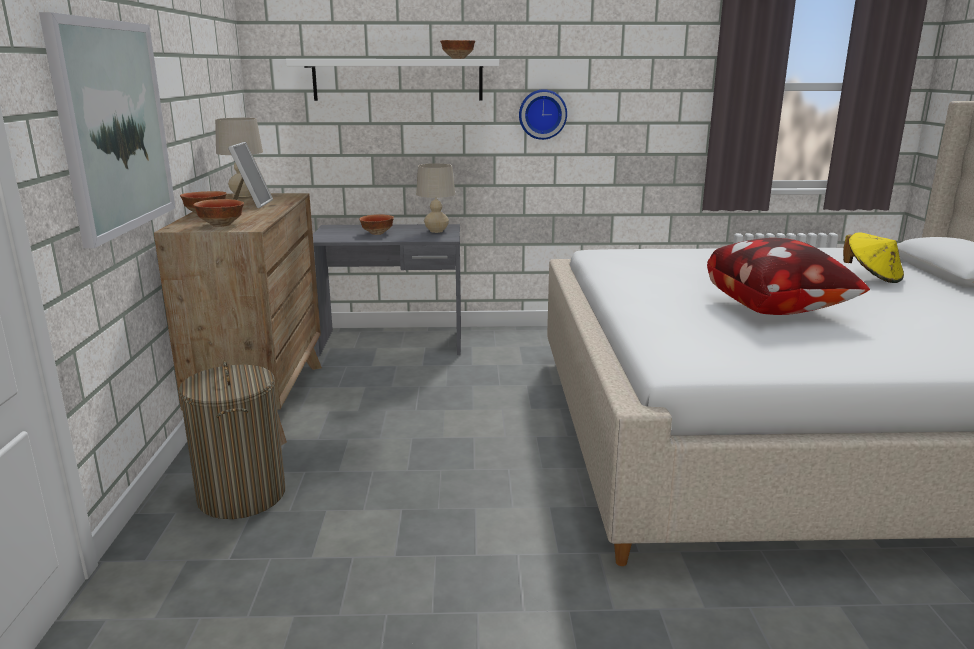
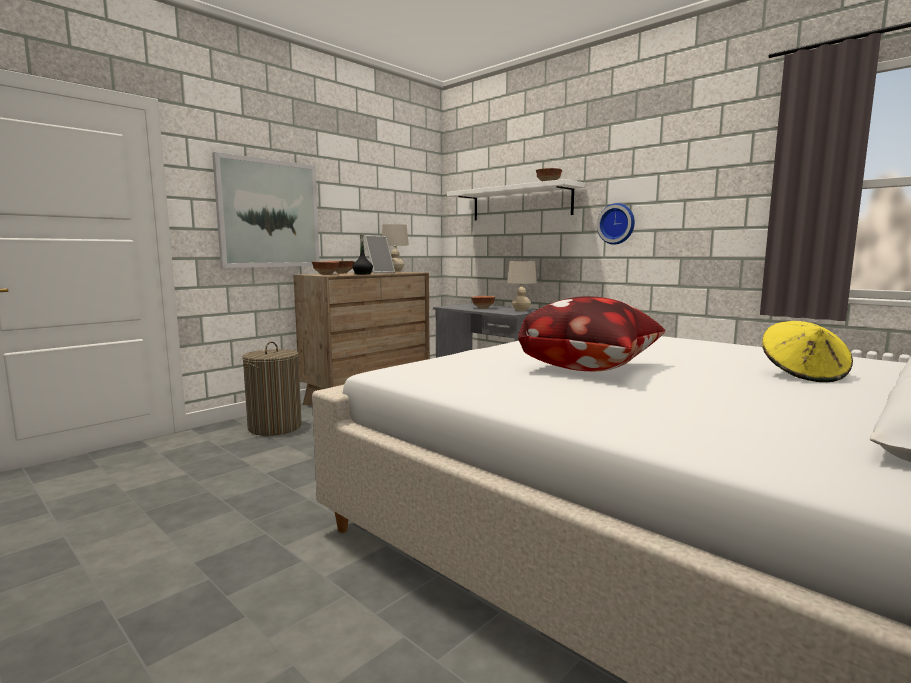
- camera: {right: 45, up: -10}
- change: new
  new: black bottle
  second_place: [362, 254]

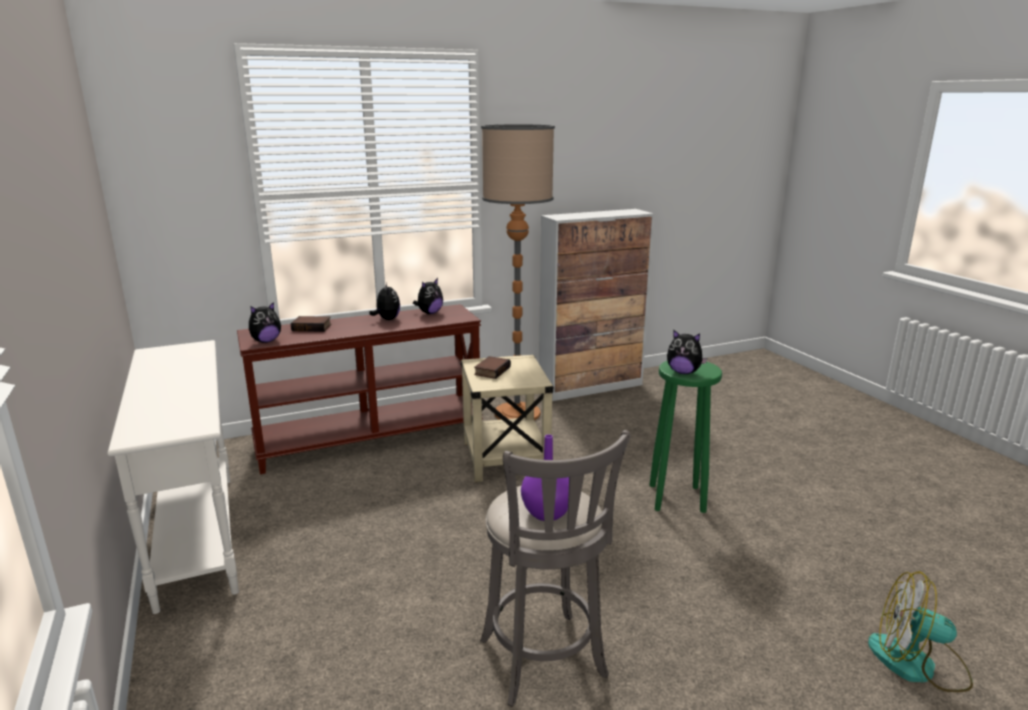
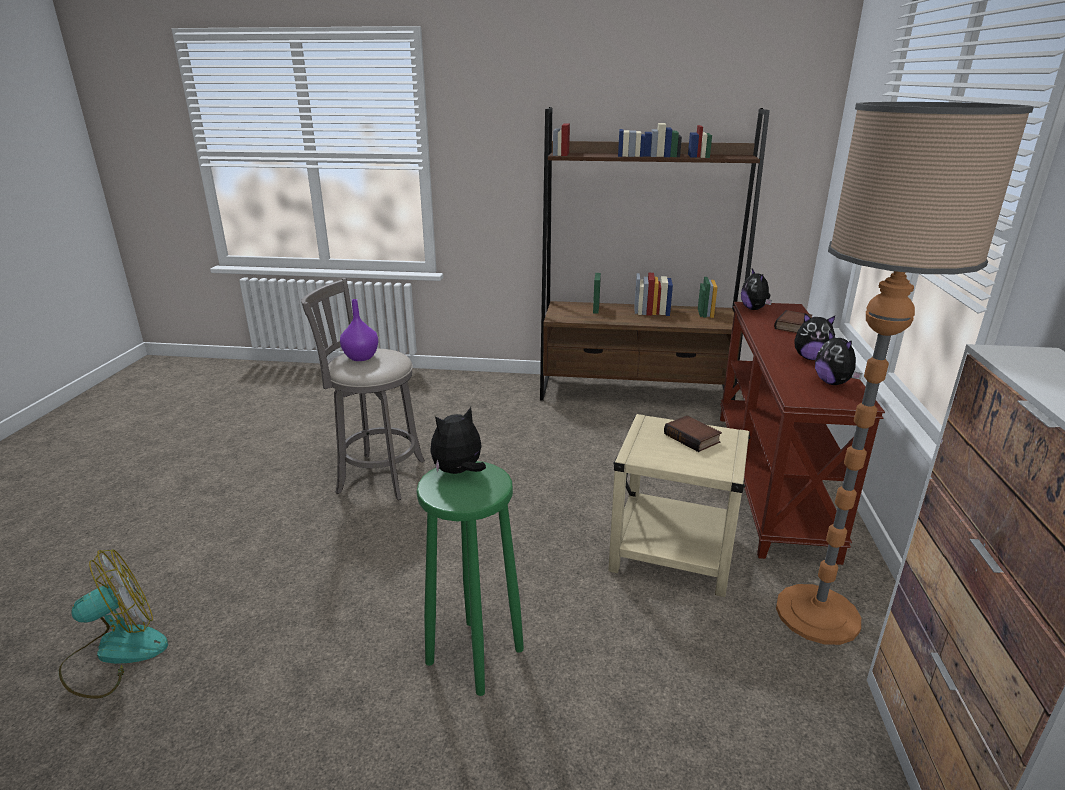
- camera: {right: 120, up: 5}
- change: swapped
  old: white console table
  new: brown bookcase
  first_place: [173, 477]
  second_place: [655, 254]

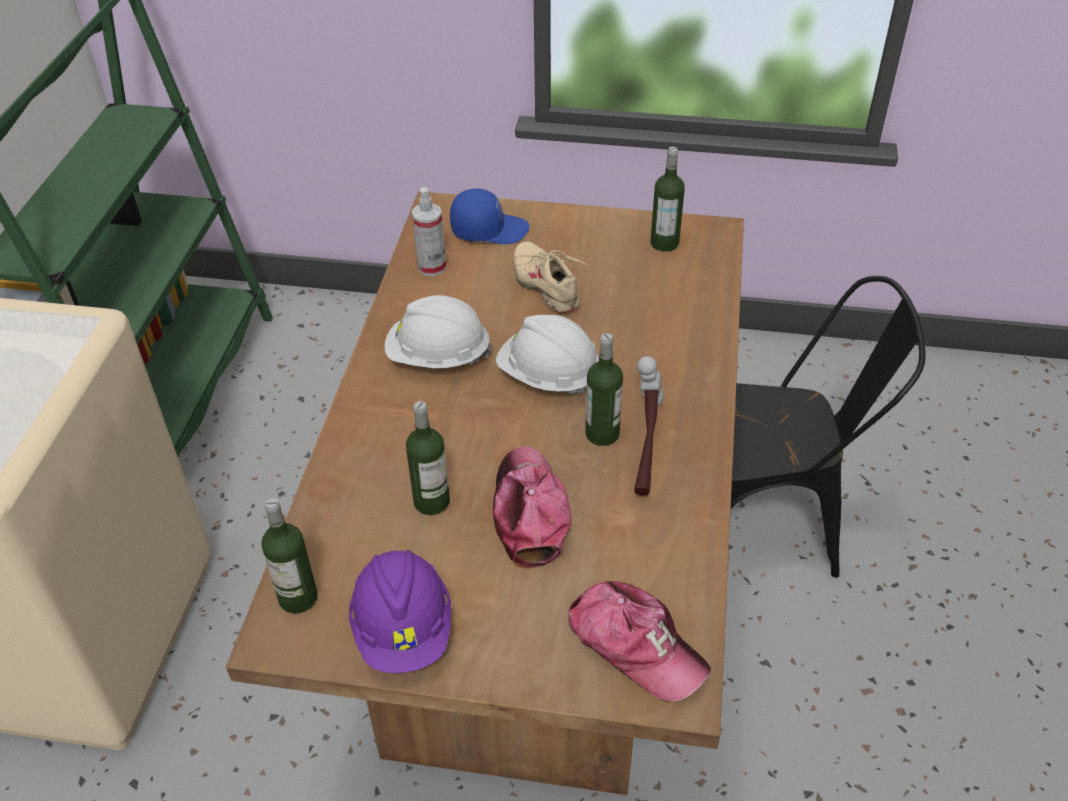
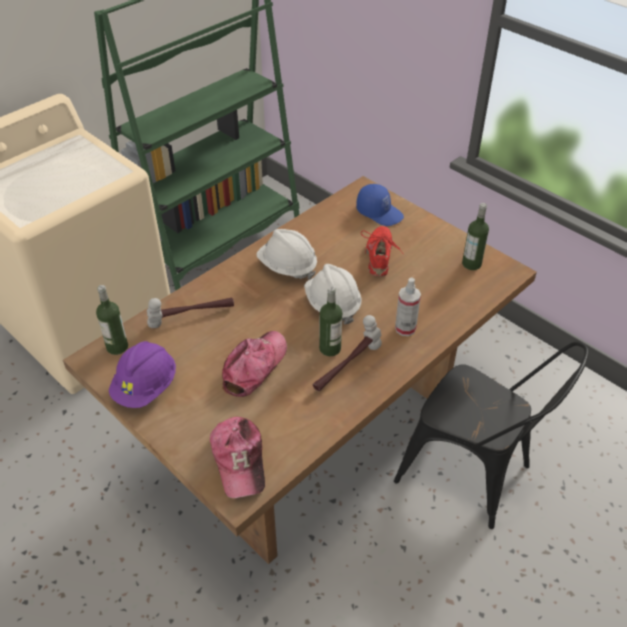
- camera: {right: 35, up: 0}
- change: gone
  old: bottle
  first_place: [428, 458]
- change: shifted
  old: spray bottle
  first_place: [429, 231]
  second_place: [408, 306]
- change: repainted
  old: beige shoe
  new: red shoe
  first_place: [550, 277]
  second_place: [382, 251]
- change: new
  new: hammer
  second_place: [190, 313]

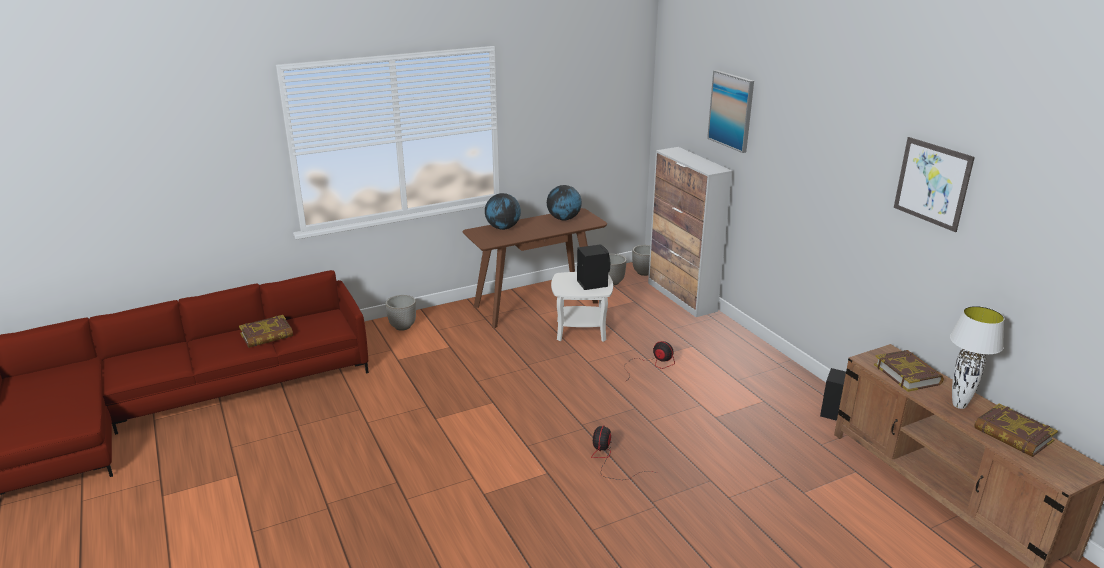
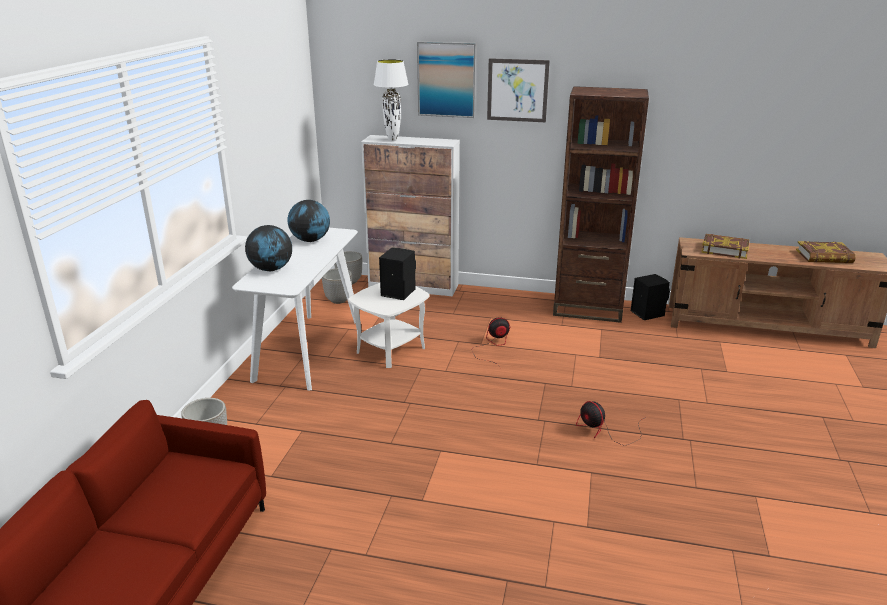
- camera: {right: -50, up: 0}
- change: gone
  old: book
  first_place: [266, 331]
- change: repainted
  old: brown console table
  new: white console table
  first_place: [535, 268]
  second_place: [295, 309]
- change: shifted
  old: picture
  first_place: [934, 184]
  second_place: [518, 90]
- change: shifted
  old: white table lamp
  first_place: [977, 357]
  second_place: [391, 100]
- change: new
  new: brown bookcase
  second_place: [601, 204]

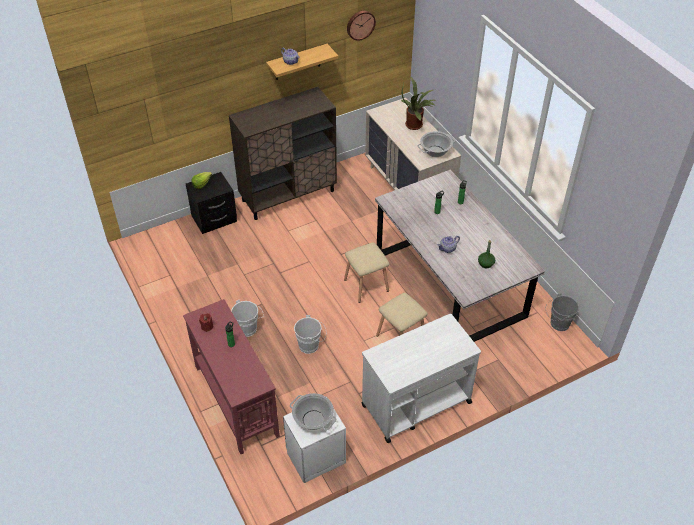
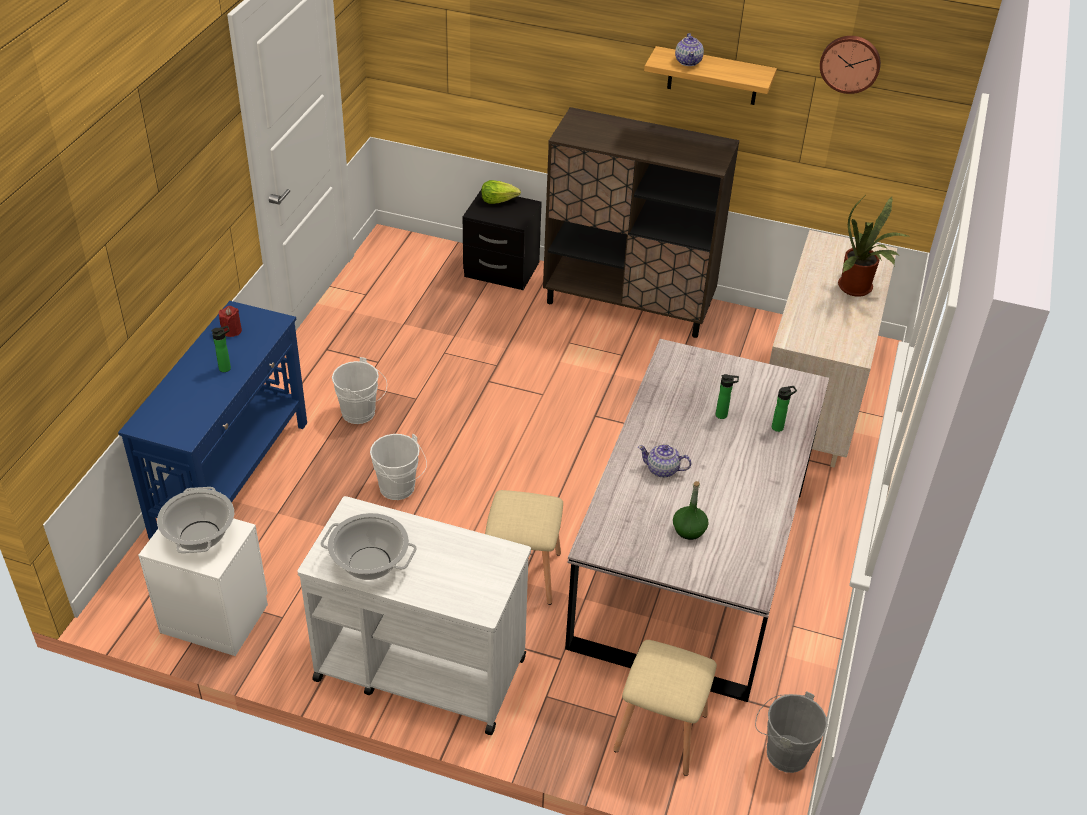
- camera: {right: 45, up: -5}
- change: repainted
  old: red console table
  new: blue console table
  first_place: [231, 376]
  second_place: [212, 420]
- change: shifted
  old: beige stool
  first_place: [366, 273]
  second_place: [665, 708]
- change: shifted
  old: cooking pot
  first_place: [436, 144]
  second_place: [369, 546]

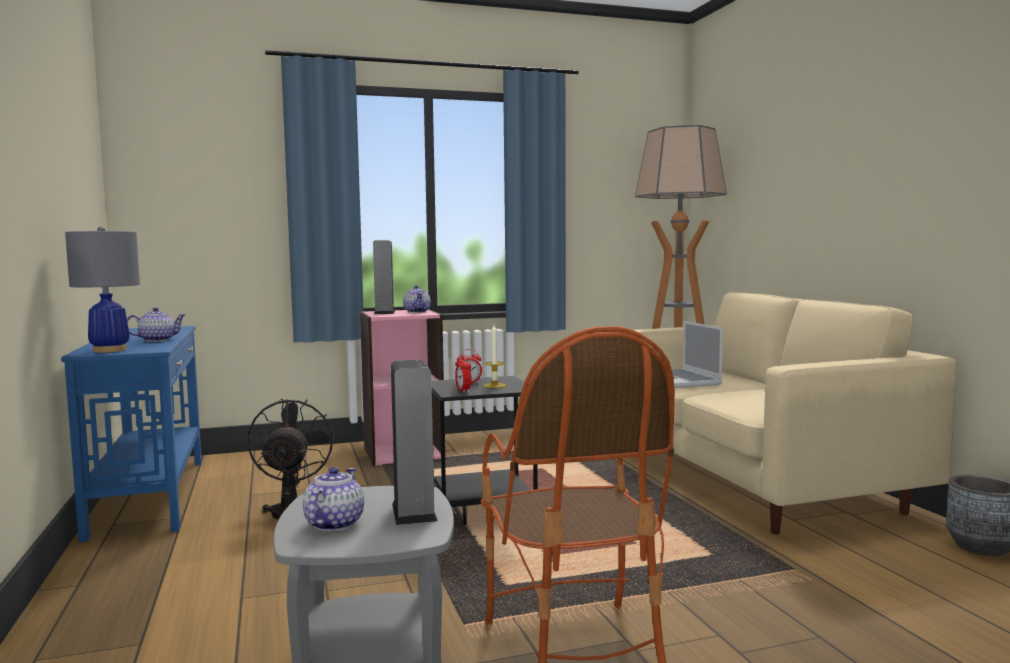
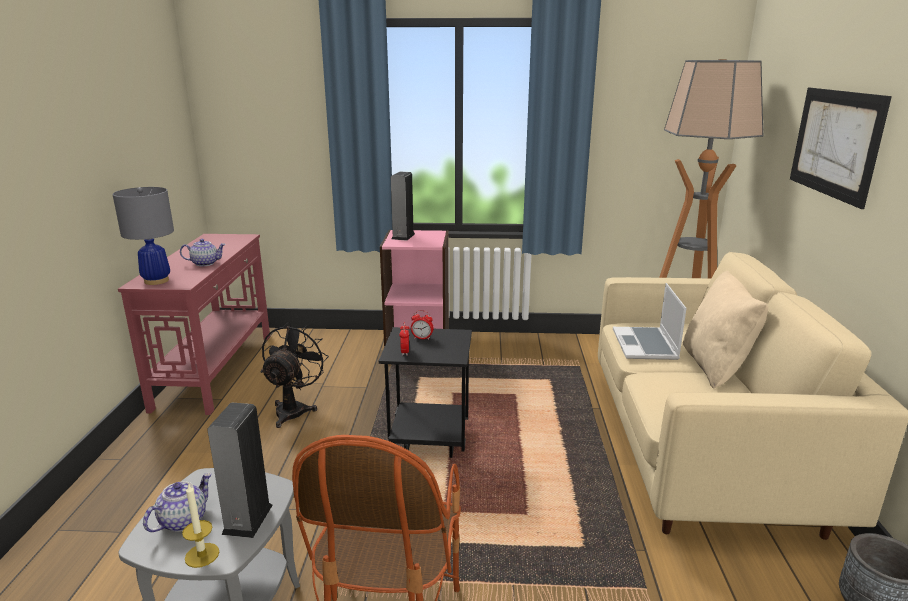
- camera: {right: 20, up: 15}
- change: repainted
  old: blue console table
  new: red console table
  first_place: [131, 434]
  second_place: [194, 324]
- change: gone
  old: teapot
  first_place: [417, 299]
- change: shifted
  old: candle
  first_place: [494, 356]
  second_place: [200, 525]
- change: new
  new: beige pillow
  second_place: [725, 330]
- change: new
  new: picture
  second_place: [841, 148]

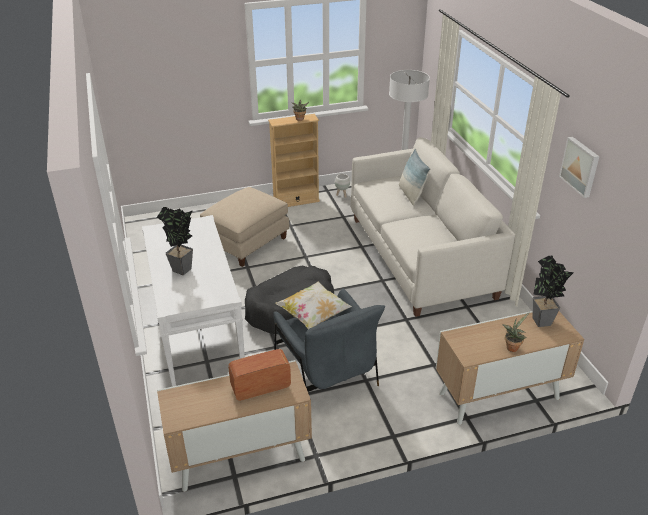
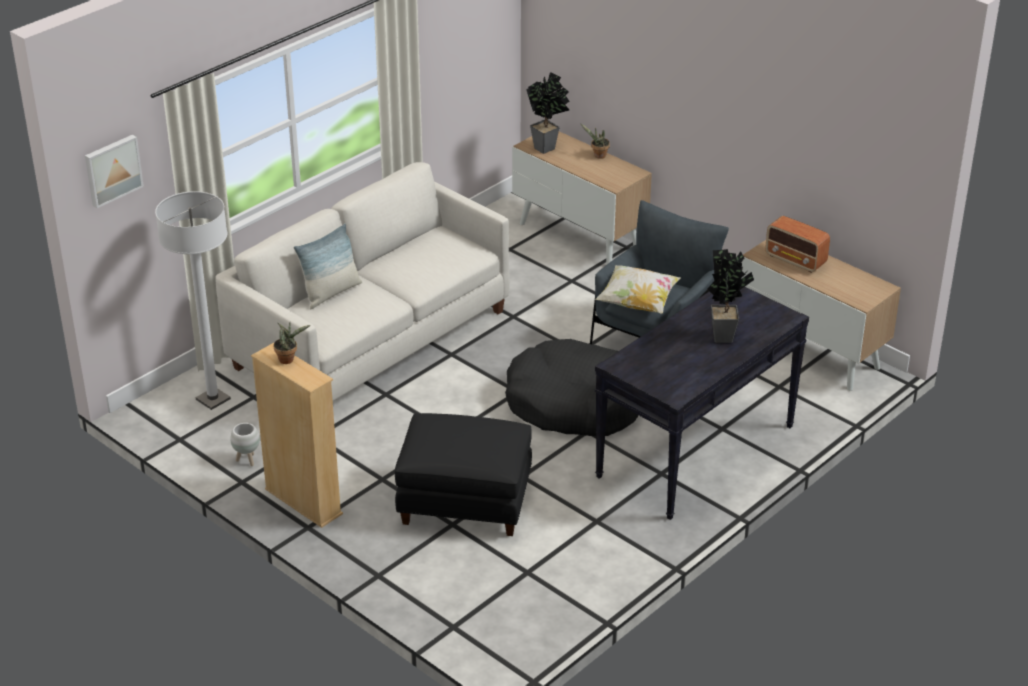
- camera: {right: -120, up: 0}
- change: repainted
  old: white console table
  new: black console table
  first_place: [193, 301]
  second_place: [702, 403]
- change: repainted
  old: beige ottoman
  new: black ottoman
  first_place: [244, 227]
  second_place: [463, 474]
- change: shifted
  old: picture
  first_place: [579, 167]
  second_place: [114, 171]

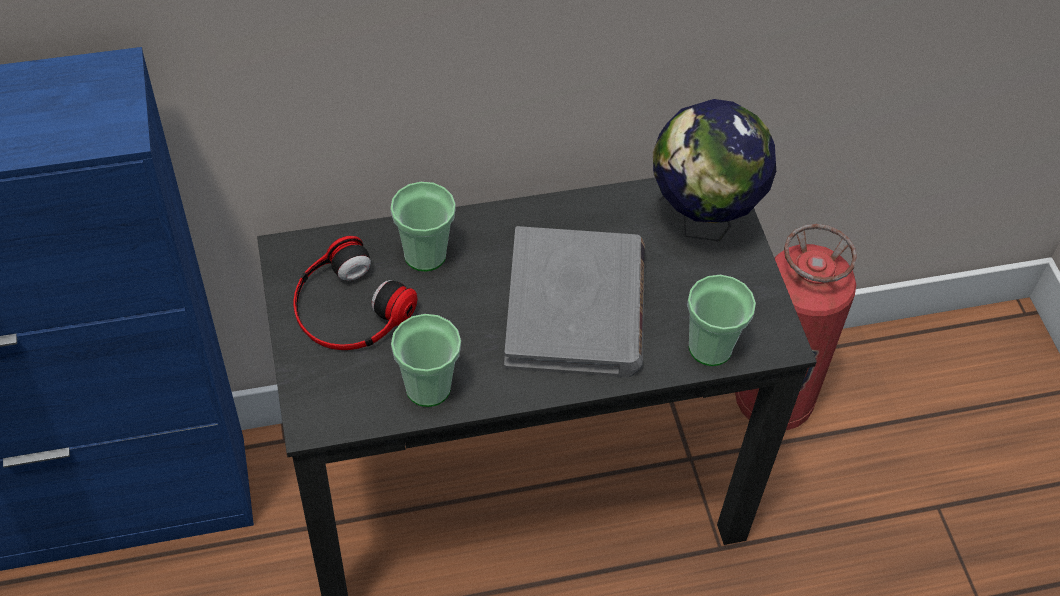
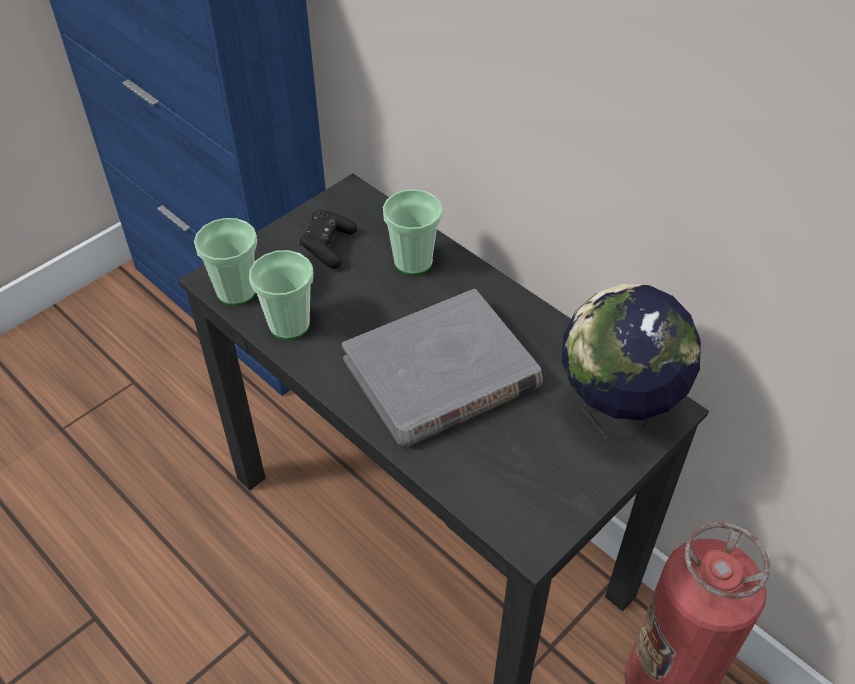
- camera: {right: 60, up: -5}
- change: swapped
  old: headphones
  new: black game controller
  first_place: [355, 293]
  second_place: [328, 239]
- change: shifted
  old: cup
  first_place: [721, 320]
  second_place: [225, 261]

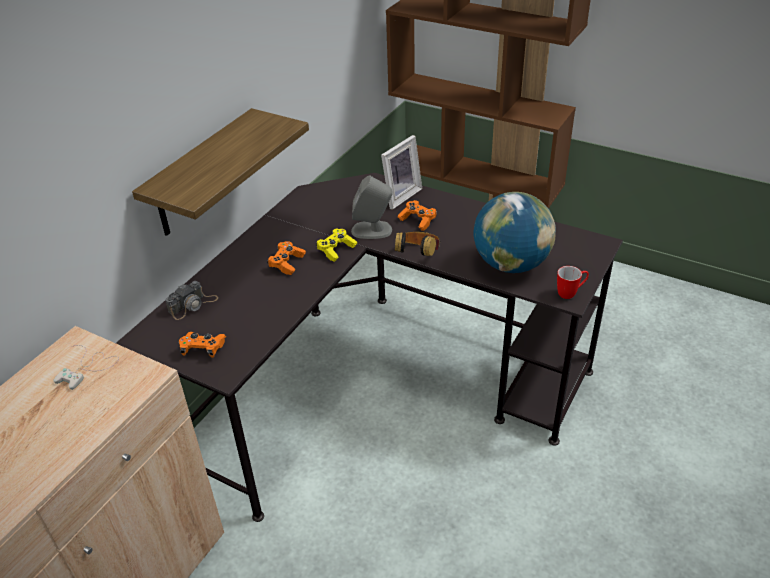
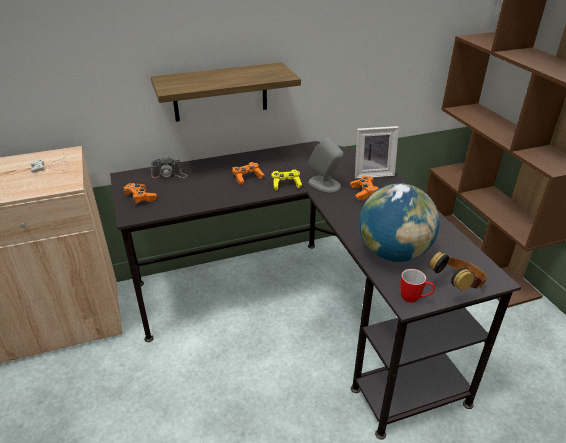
- camera: {right: 40, up: -5}
- change: shifted
  old: headphones
  first_place: [417, 244]
  second_place: [458, 271]

